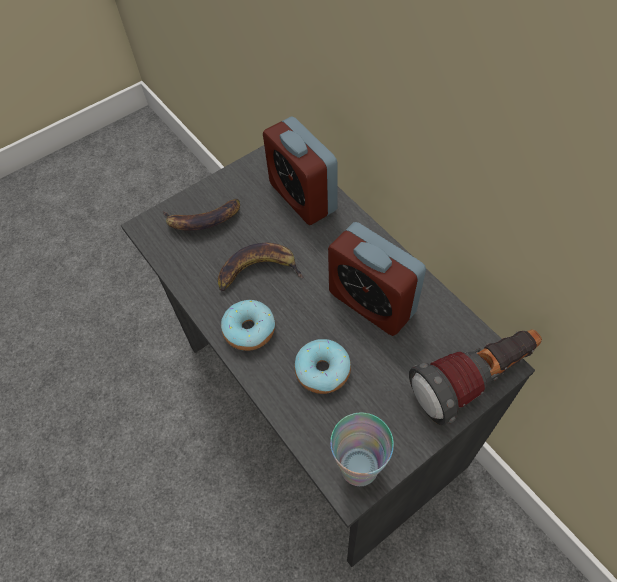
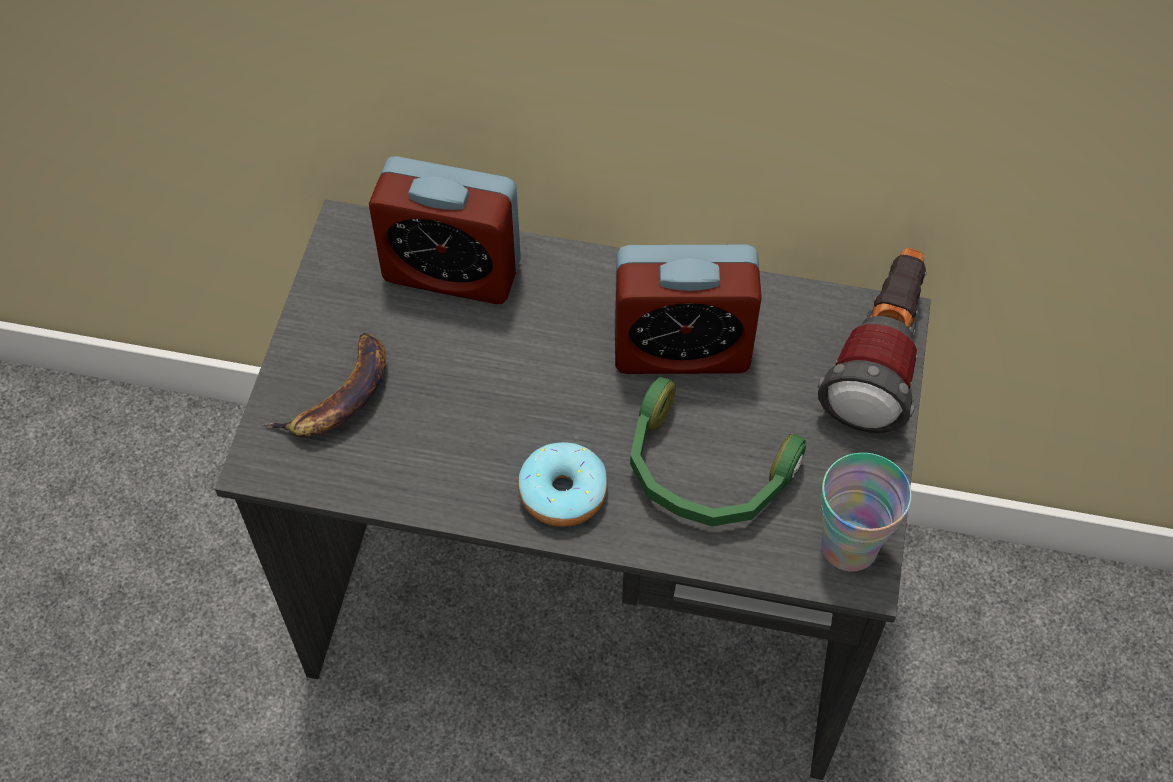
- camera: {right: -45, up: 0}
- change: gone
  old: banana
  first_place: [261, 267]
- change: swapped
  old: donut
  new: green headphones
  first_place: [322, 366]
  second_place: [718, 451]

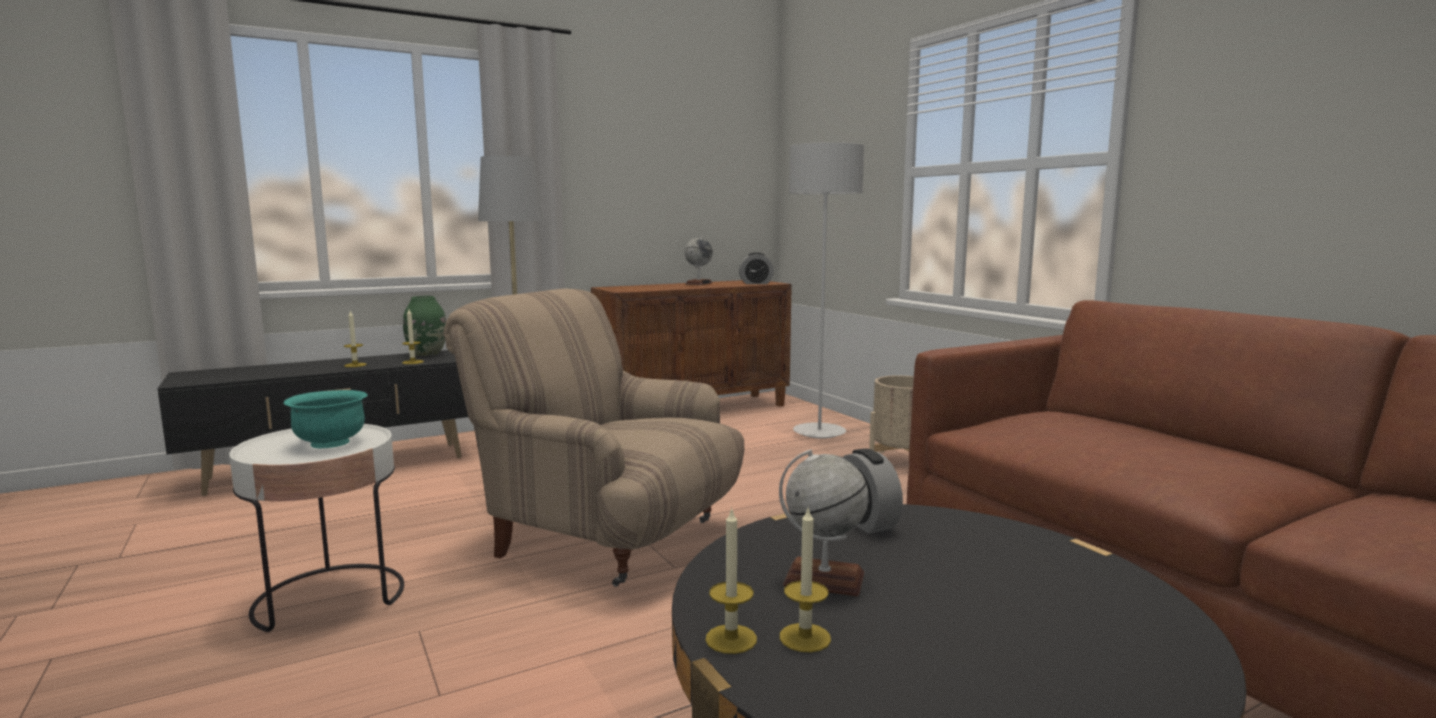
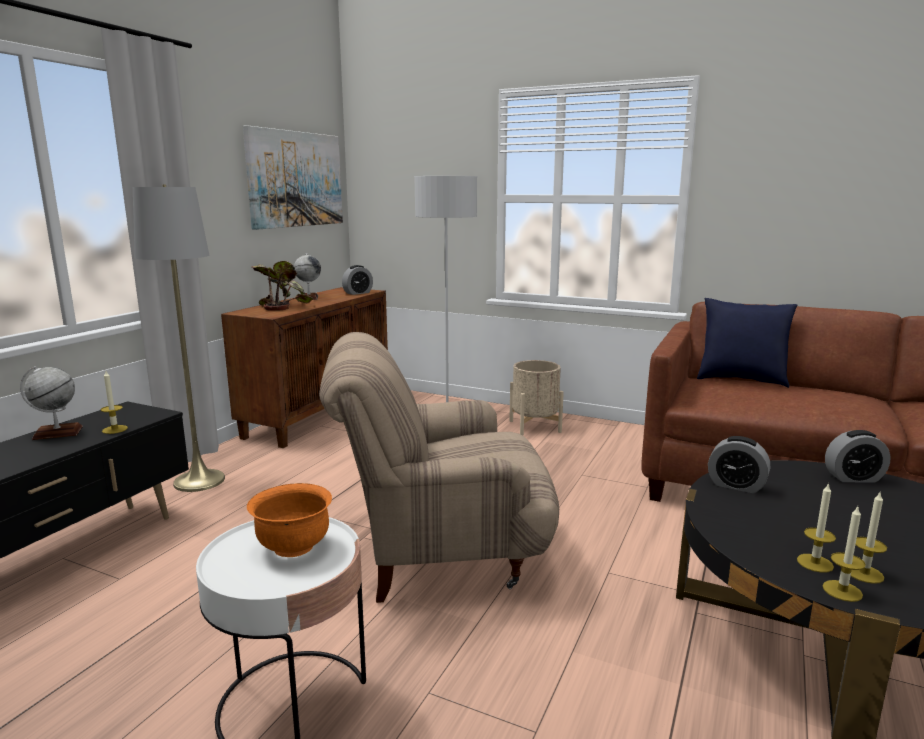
- camera: {right: -35, up: 5}
- change: repainted
  old: turquoise bowl
  new: orange bowl
  first_place: [325, 419]
  second_place: [289, 520]
- change: shifted
  old: candle
  first_place: [355, 338]
  second_place: [816, 527]
- change: gone
  old: green vase
  first_place: [424, 326]
- change: shifted
  old: globe
  first_place: [823, 522]
  second_place: [51, 403]
- change: new
  new: picture
  second_place: [293, 177]
- change: new
  new: potted plant
  second_place: [282, 286]
- change: new
  new: blue pillow
  second_place: [747, 343]
- change: new
  new: alarm clock
  second_place: [858, 456]

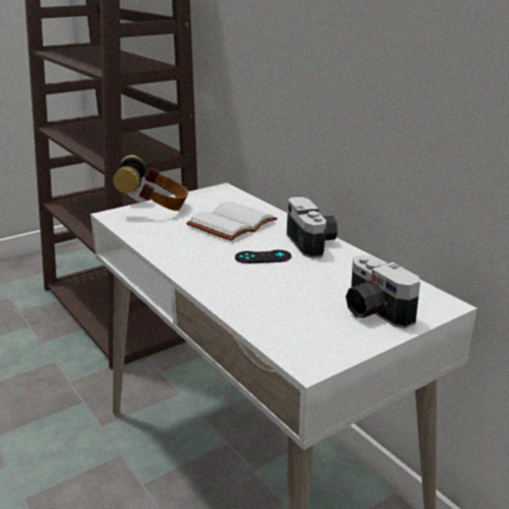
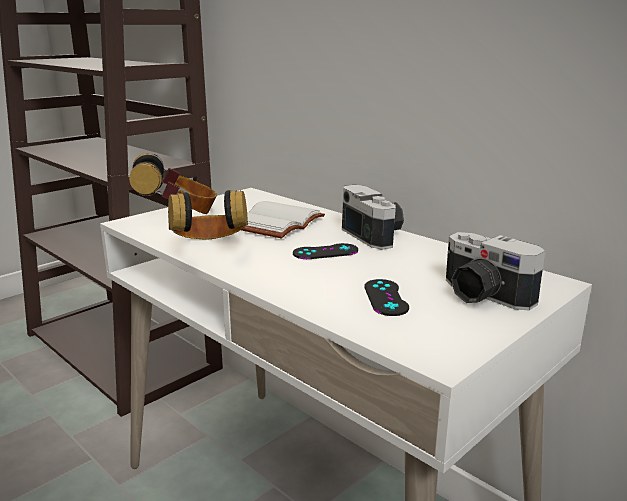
- camera: {right: -10, up: -5}
- change: new
  new: headphones
  second_place: [208, 215]
- change: new
  new: black game controller
  second_place: [386, 297]

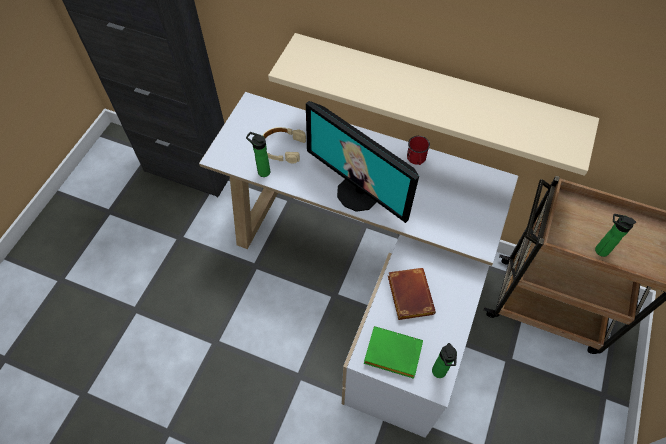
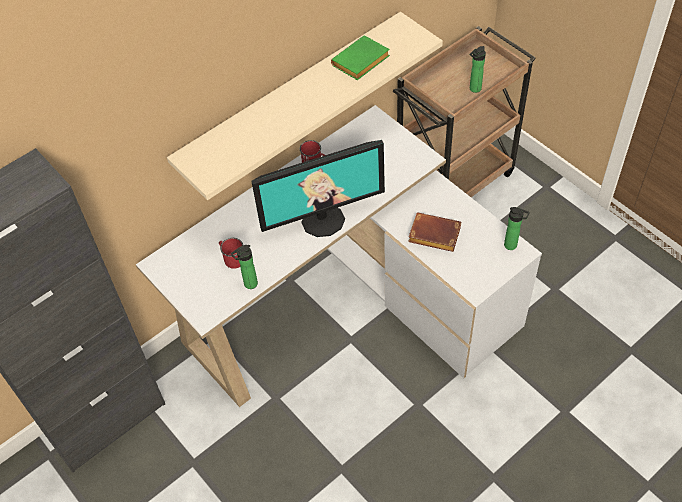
- camera: {right: -60, up: -5}
- change: swapped
  old: beige headphones
  new: red mug
  first_place: [284, 145]
  second_place: [231, 253]
- change: shifted
  old: green book
  first_place: [393, 352]
  second_place: [360, 58]

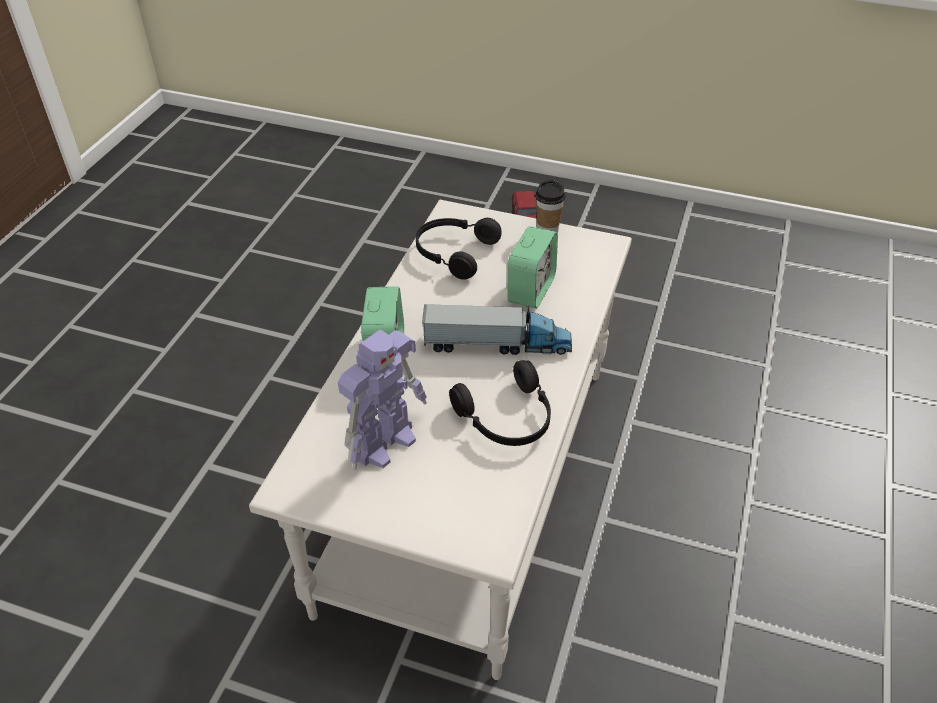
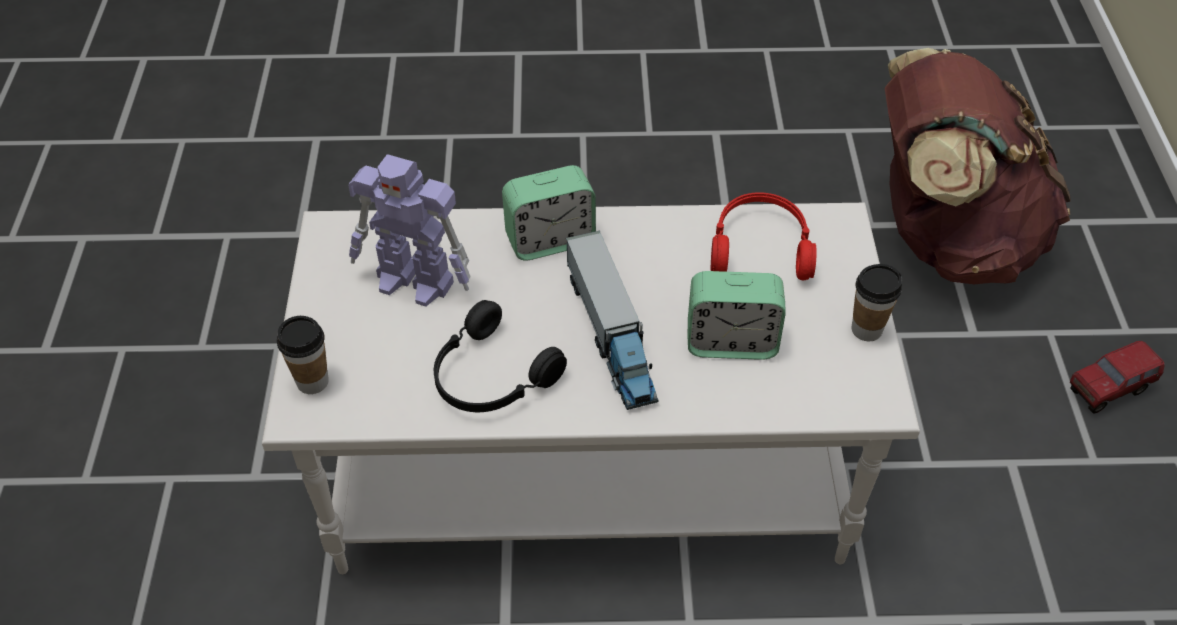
- camera: {right: 70, up: 5}
- change: repainted
  old: black headphones
  new: red headphones
  first_place: [458, 249]
  second_place: [764, 236]
- change: new
  new: cup
  second_place: [303, 355]
- change: new
  new: brown backpack
  second_place: [978, 166]

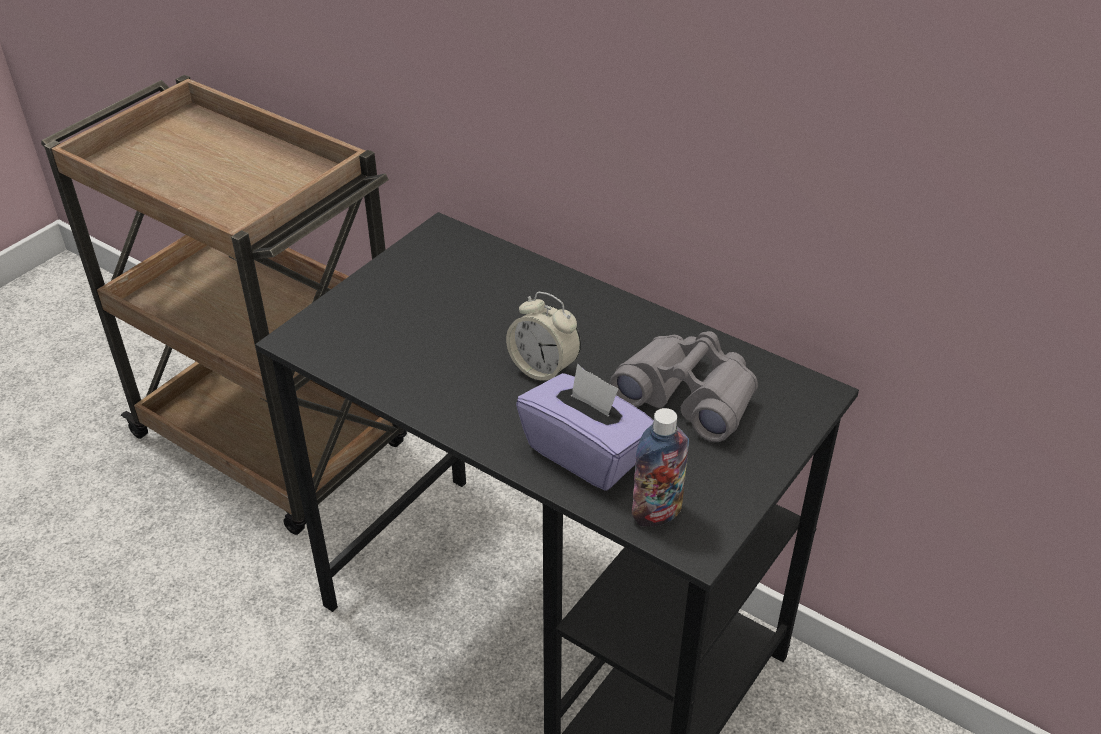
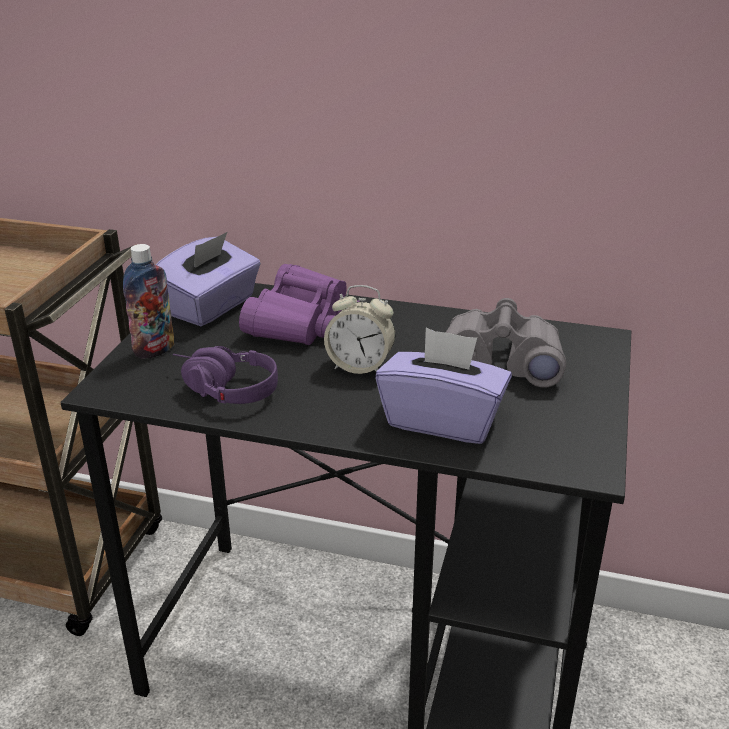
- camera: {right: -20, up: -10}
- change: shifted
  old: bottle
  first_place: [660, 467]
  second_place: [148, 301]
- change: new
  new: purple tissue box
  second_place: [208, 279]
- change: new
  new: purple headphones
  second_place: [225, 375]
- change: new
  new: purple binoculars
  second_place: [299, 304]

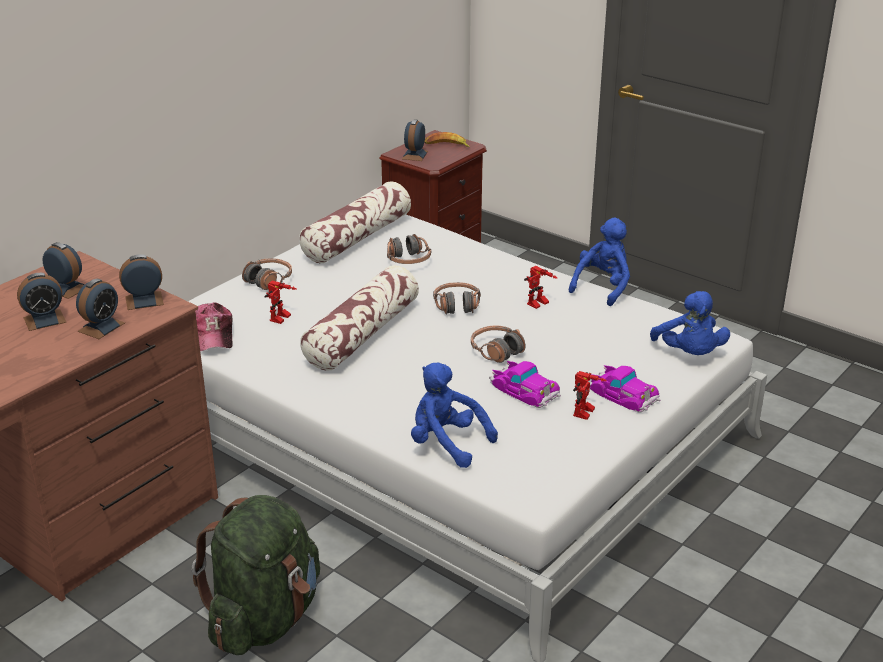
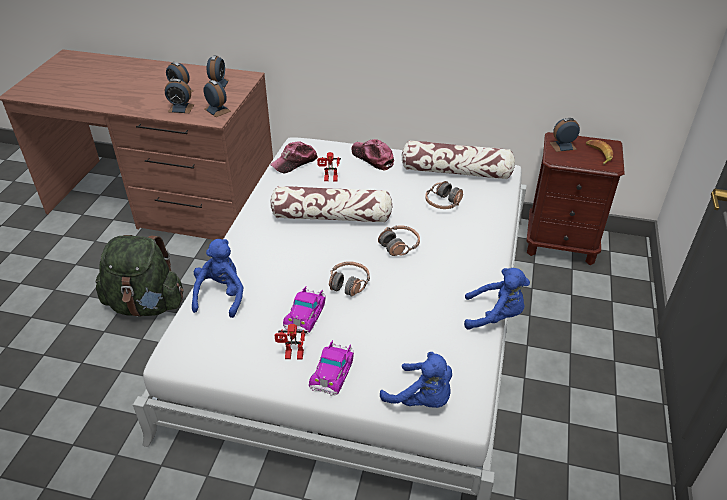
- camera: {right: 65, up: 10}
- change: swapped
  old: headphones
  new: cap
  first_place: [267, 274]
  second_place: [372, 154]
- change: gone
  old: toy robot
  first_place: [541, 287]
- change: rotated
  old: blue plush toy
  first_place: [690, 323]
  second_place: [416, 380]
  degrees: -105

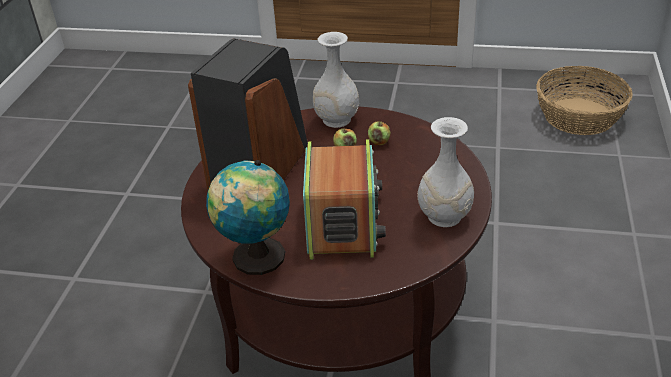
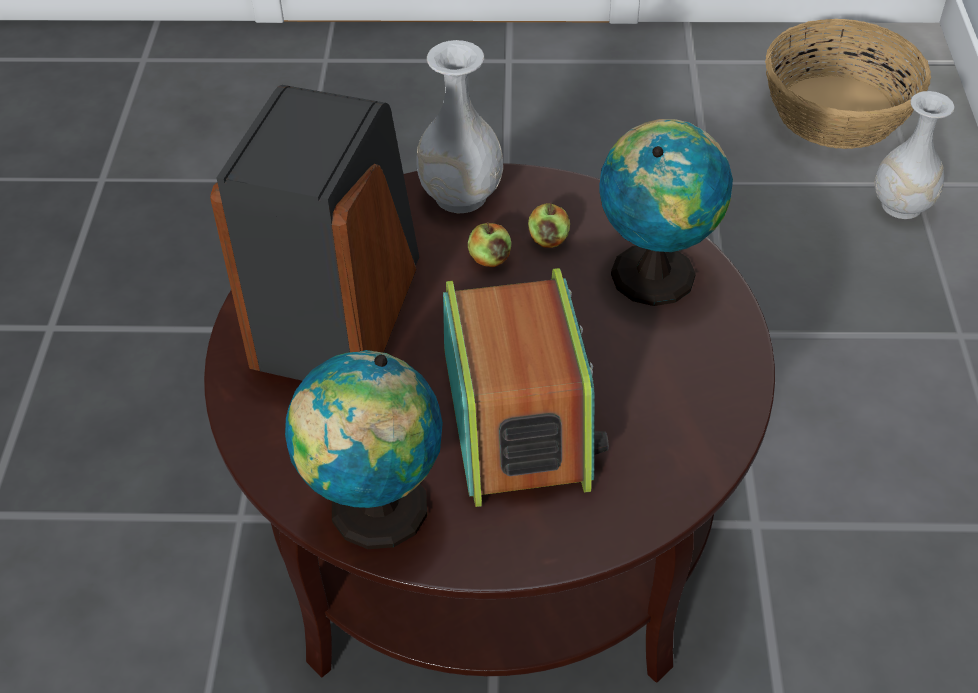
- camera: {right: -10, up: 10}
- change: shifted
  old: white vase
  first_place: [446, 172]
  second_place: [914, 155]
- change: new
  new: globe
  second_place: [666, 212]

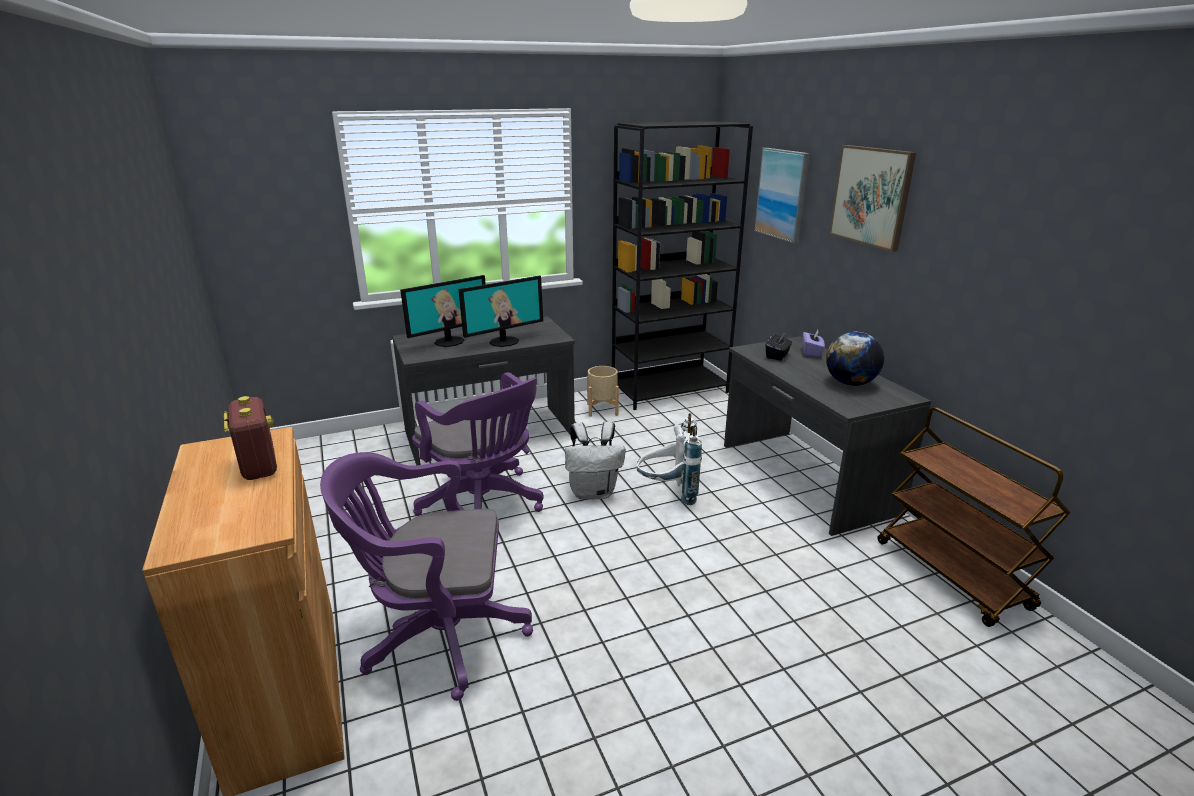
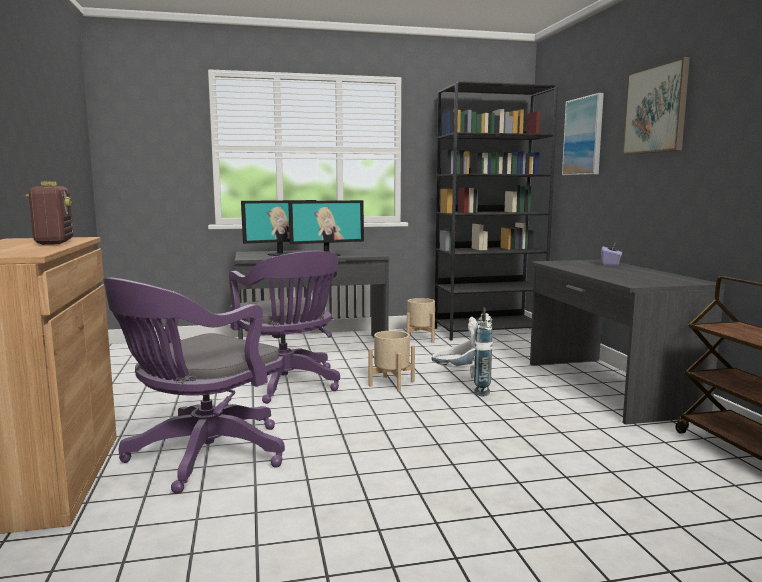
- camera: {right: 10, up: -15}
- change: rotated
  old: purple office chair
  first_place: [426, 576]
  second_place: [194, 386]
  degrees: -60
- change: swapped
  old: white backpack
  new: beige planter
  first_place: [595, 461]
  second_place: [391, 361]
- change: gone
  old: black tissue box
  first_place: [779, 346]
- change: gone
  old: globe
  first_place: [855, 359]

